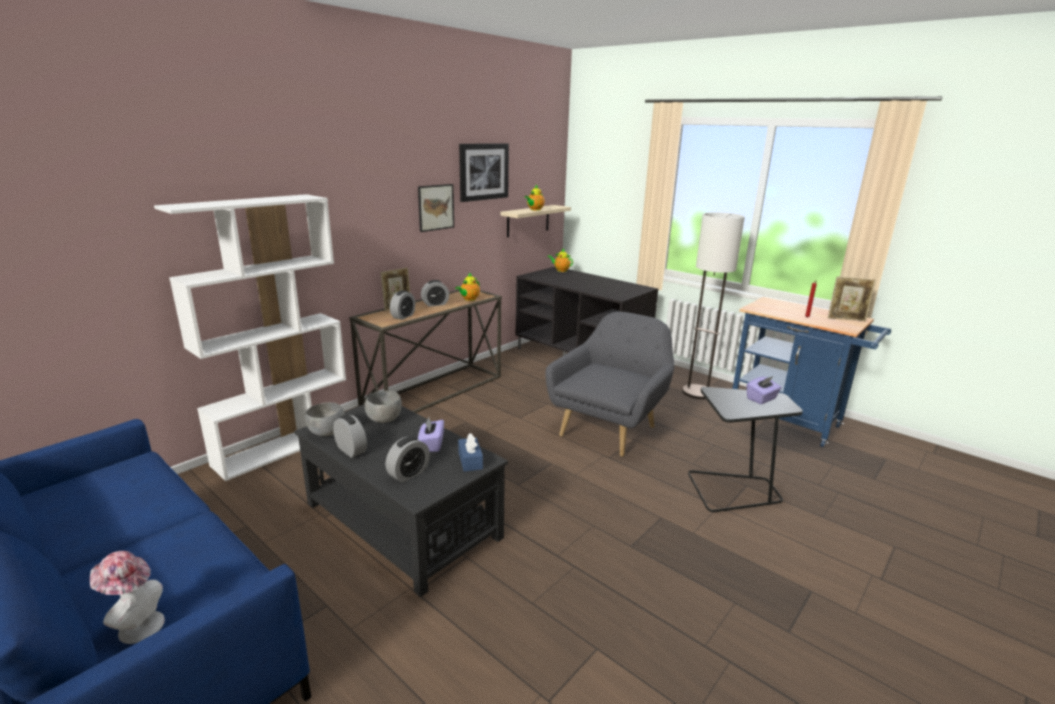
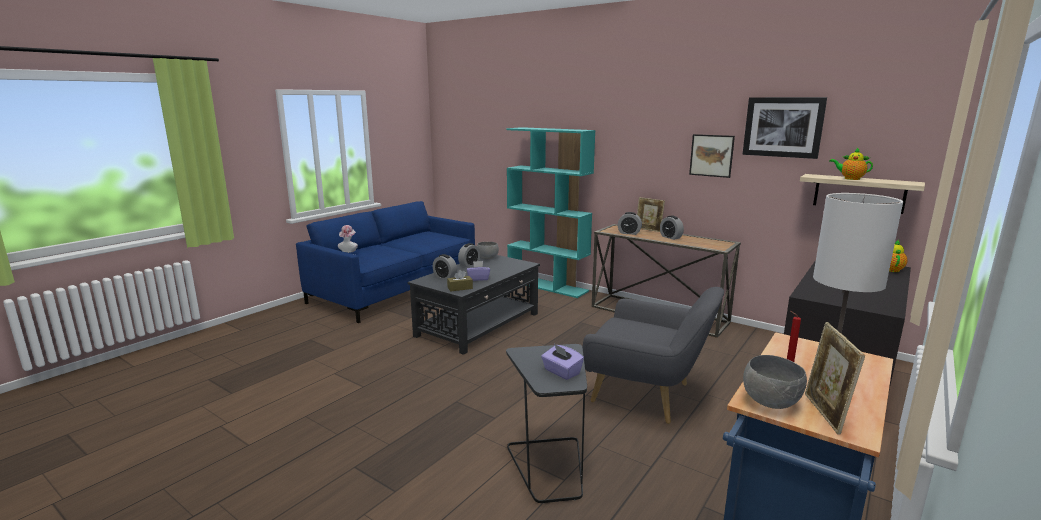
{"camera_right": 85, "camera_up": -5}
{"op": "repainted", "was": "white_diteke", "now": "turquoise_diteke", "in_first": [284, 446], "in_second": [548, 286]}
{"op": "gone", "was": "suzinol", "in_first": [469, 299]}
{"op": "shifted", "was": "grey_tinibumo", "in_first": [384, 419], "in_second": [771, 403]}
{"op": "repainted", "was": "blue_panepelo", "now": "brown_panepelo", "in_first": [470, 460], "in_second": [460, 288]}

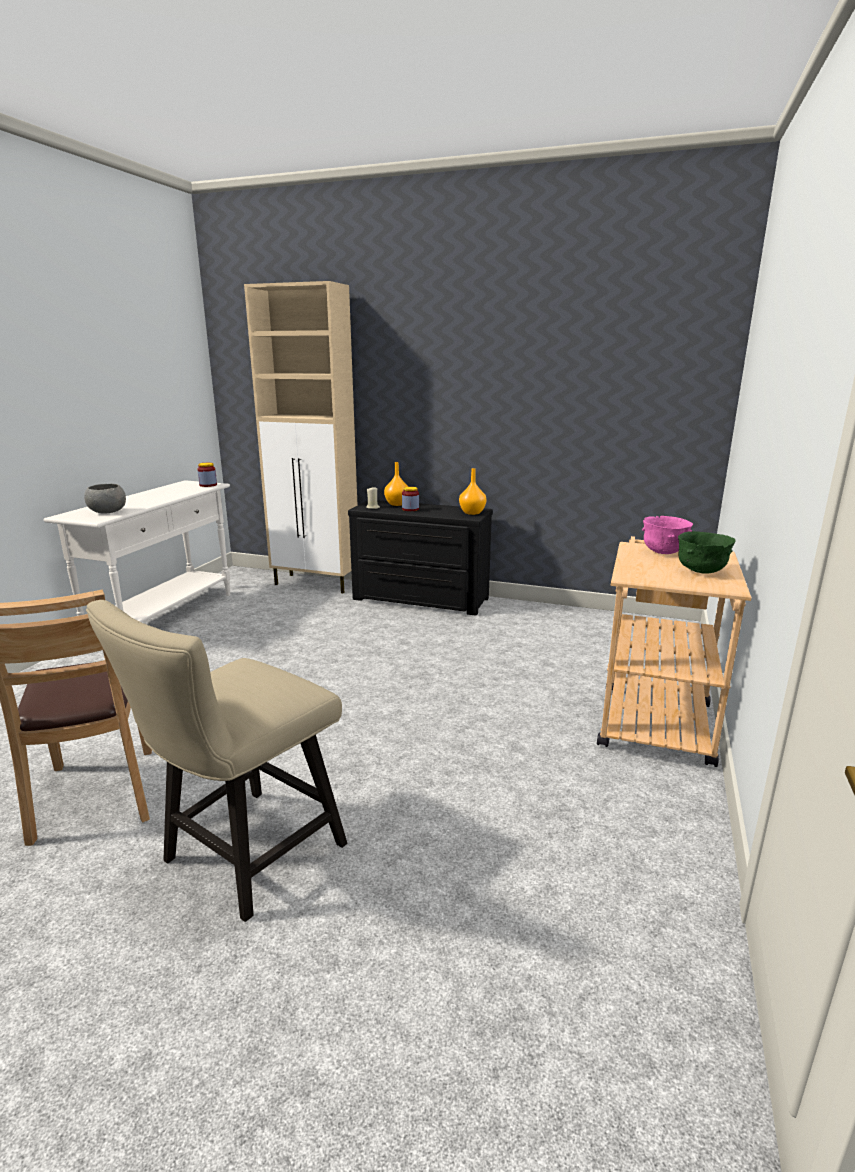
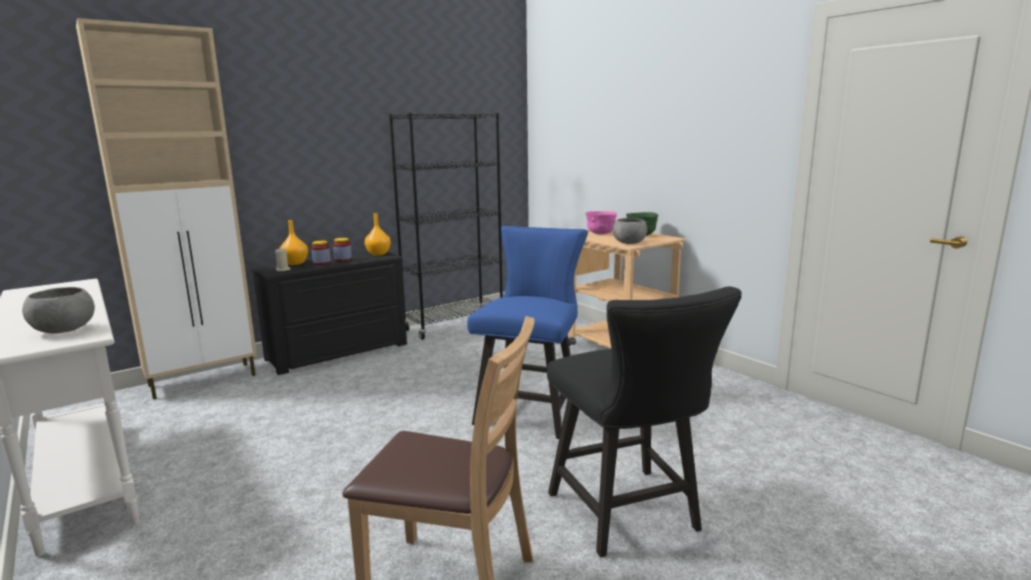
{"camera_right": -55, "camera_up": -5}
{"op": "shifted", "was": "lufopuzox", "in_first": [208, 485], "in_second": [343, 260]}
{"op": "repainted", "was": "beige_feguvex", "now": "black_feguvex", "in_first": [244, 858], "in_second": [629, 517]}
{"op": "new", "now": "black_diteke", "in_second": [454, 325]}
{"op": "new", "now": "grey_tinibumo", "in_second": [629, 243]}
{"op": "new", "now": "blue_feguvex", "in_second": [531, 410]}

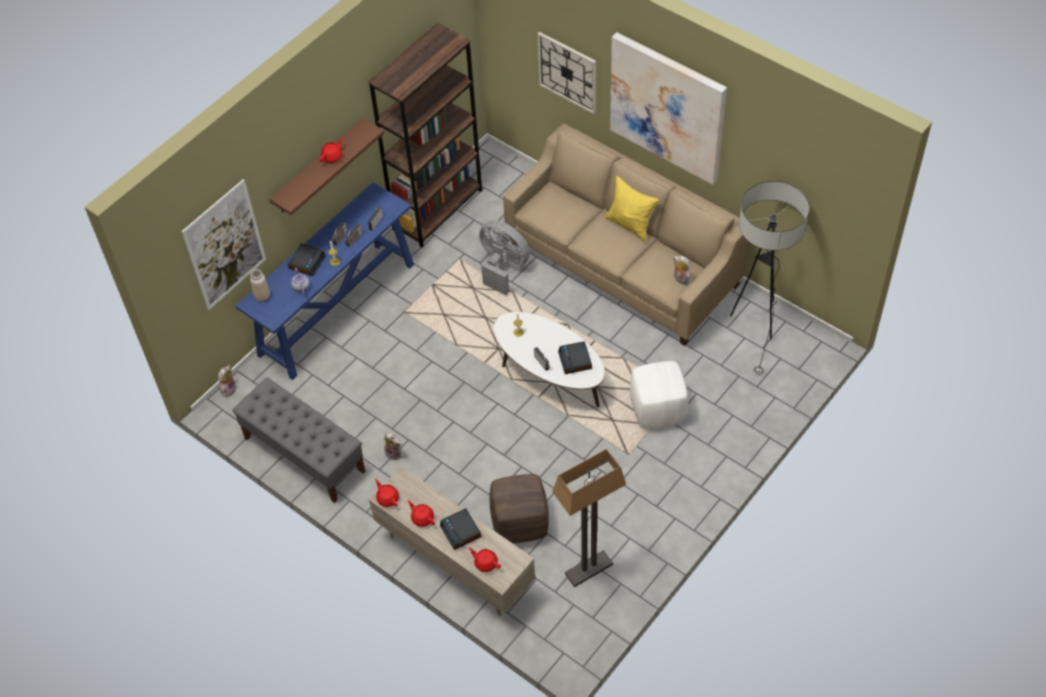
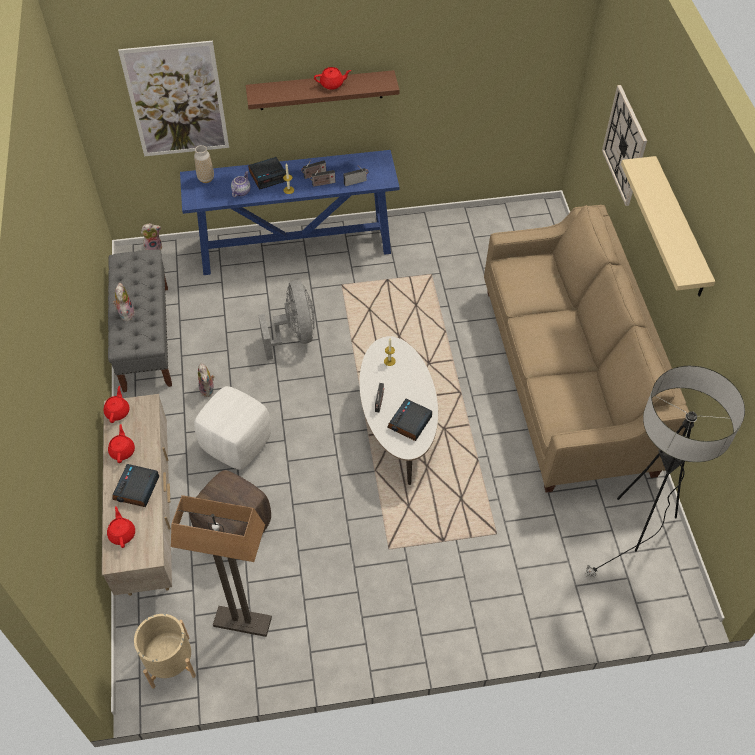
{"camera_right": 40, "camera_up": 0}
{"op": "gone", "was": "brown_diteke", "in_first": [438, 209]}
{"op": "swapped", "was": "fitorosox", "now": "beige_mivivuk", "in_first": [668, 107], "in_second": [679, 228]}
{"op": "gone", "was": "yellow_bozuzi", "in_first": [630, 225]}
{"op": "shifted", "was": "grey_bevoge", "in_first": [503, 268], "in_second": [294, 335]}
{"op": "shifted", "was": "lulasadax", "in_first": [680, 280], "in_second": [125, 313]}
{"op": "shifted", "was": "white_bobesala", "in_first": [658, 409], "in_second": [237, 444]}
{"op": "new", "now": "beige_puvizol", "in_second": [170, 662]}

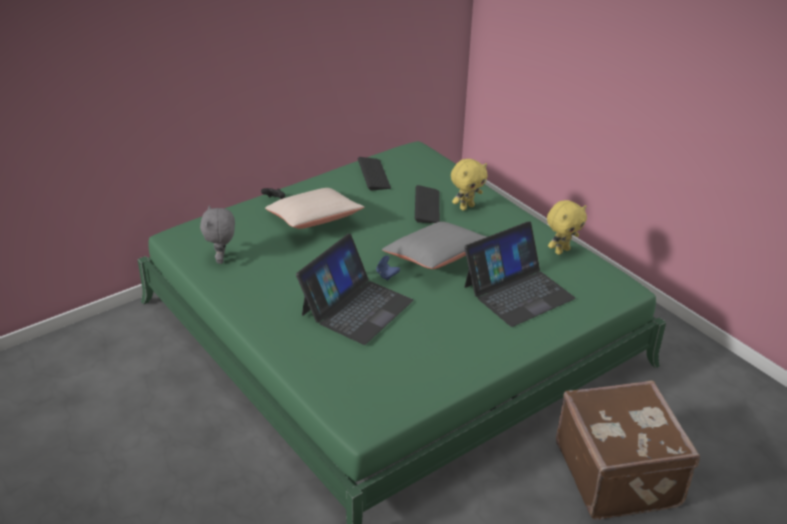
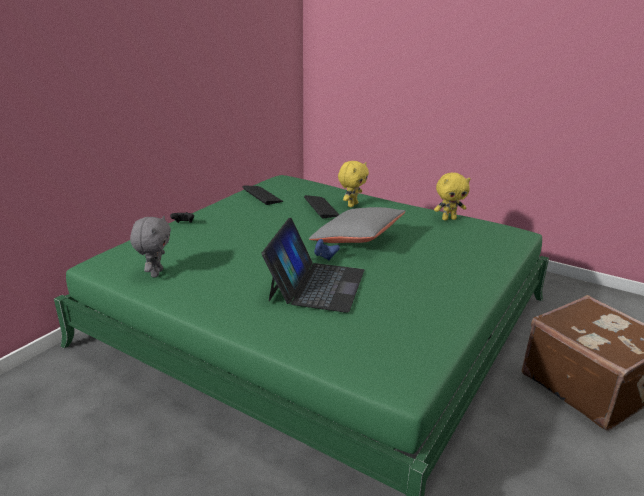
{"camera_right": -20, "camera_up": -10}
{"op": "gone", "was": "beige_bozuzi", "in_first": [314, 220]}
{"op": "rotated", "was": "yellow_lulasadax", "in_first": [561, 250], "in_second": [449, 219], "clockwise": 45}
{"op": "rotated", "was": "grey_lulasadax", "in_first": [222, 259], "in_second": [156, 273], "clockwise": -150}
{"op": "gone", "was": "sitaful", "in_first": [518, 292]}

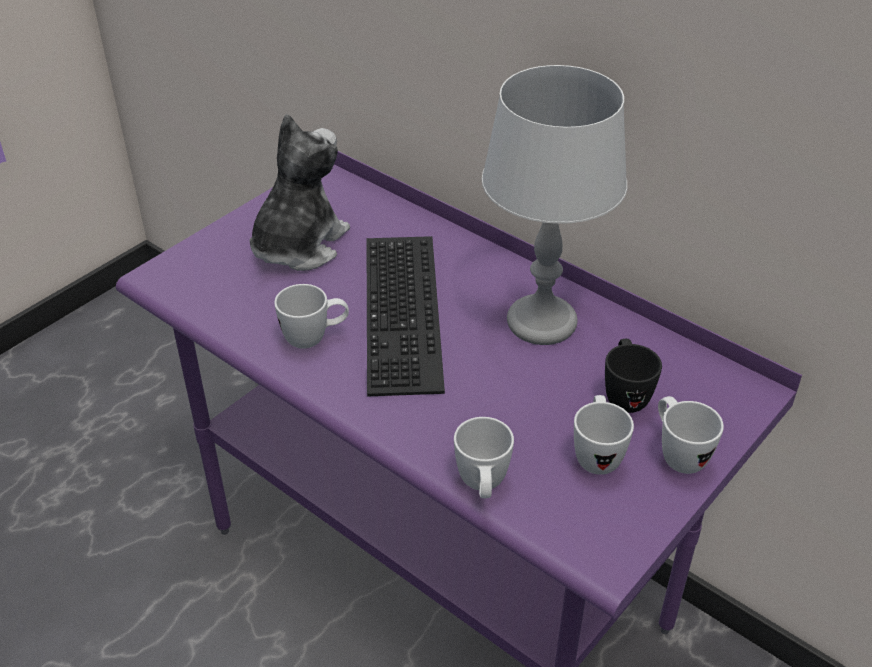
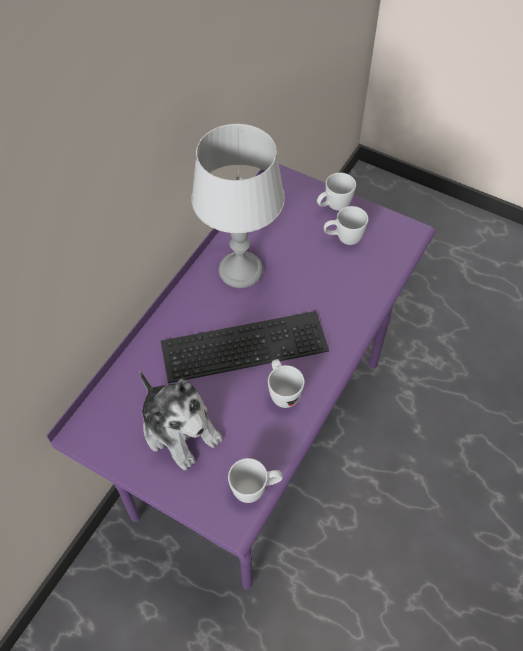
{"camera_right": -100, "camera_up": 15}
{"op": "rotated", "was": "lulasadax", "in_first": [298, 245], "in_second": [180, 428], "clockwise": -150}
{"op": "gone", "was": "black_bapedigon", "in_first": [625, 394]}
{"op": "shifted", "was": "white_bapedigon", "in_first": [482, 487], "in_second": [255, 489]}

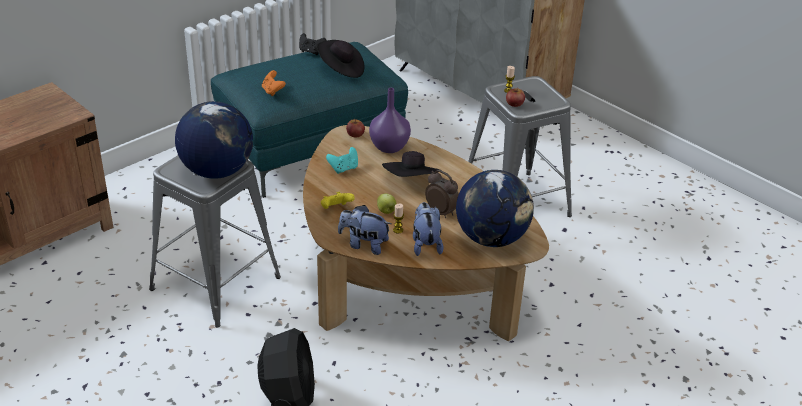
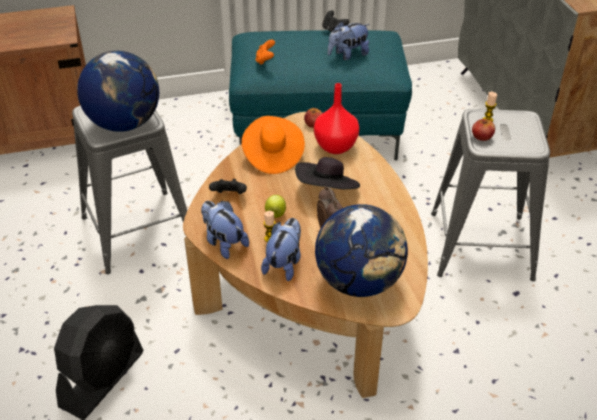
{"camera_right": 30, "camera_up": 5}
{"op": "swapped", "was": "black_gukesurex", "now": "lulasadax", "in_first": [341, 69], "in_second": [348, 55]}
{"op": "repainted", "was": "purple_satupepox", "now": "red_satupepox", "in_first": [390, 147], "in_second": [336, 146]}
{"op": "swapped", "was": "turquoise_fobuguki", "now": "orange_gukesurex", "in_first": [344, 169], "in_second": [272, 156]}
{"op": "repainted", "was": "yellow_fobuguki", "now": "black_fobuguki", "in_first": [336, 209], "in_second": [229, 196]}

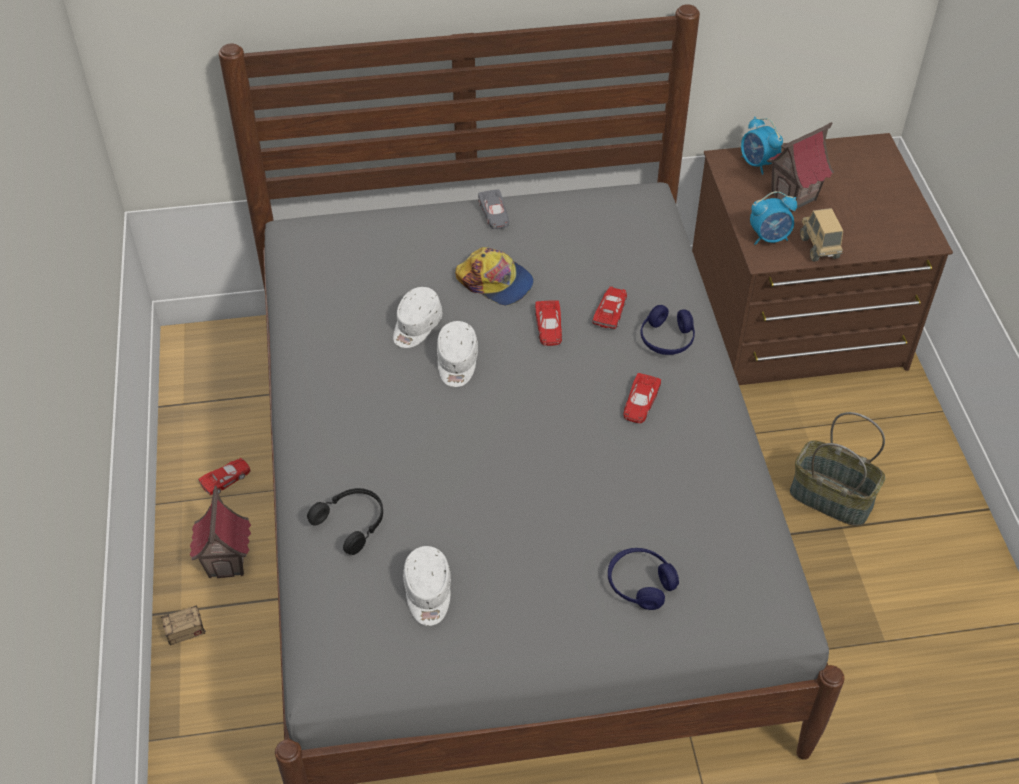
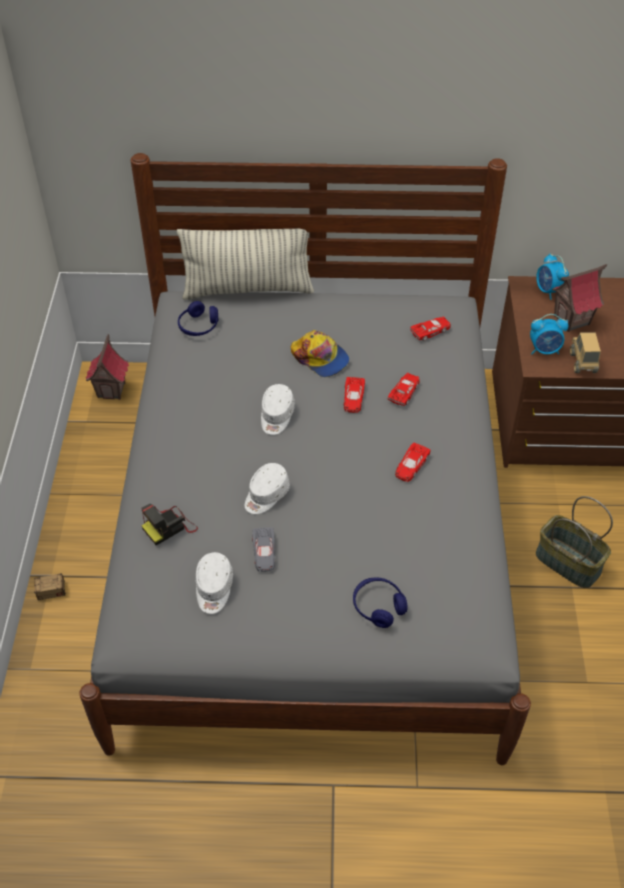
{"camera_right": 10, "camera_up": 0}
{"op": "shifted", "was": "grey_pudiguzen", "in_first": [494, 213], "in_second": [264, 552]}
{"op": "shifted", "was": "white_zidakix", "in_first": [416, 326], "in_second": [266, 495]}
{"op": "shifted", "was": "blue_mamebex", "in_first": [666, 339], "in_second": [198, 326]}
{"op": "shifted", "was": "red_pudiguzen", "in_first": [226, 479], "in_second": [431, 331]}
{"op": "shifted", "was": "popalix", "in_first": [227, 562], "in_second": [112, 390]}
{"op": "swapped", "was": "black_mamebex", "now": "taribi", "in_first": [352, 522], "in_second": [169, 527]}
{"op": "new", "now": "bozuzi", "in_second": [248, 289]}

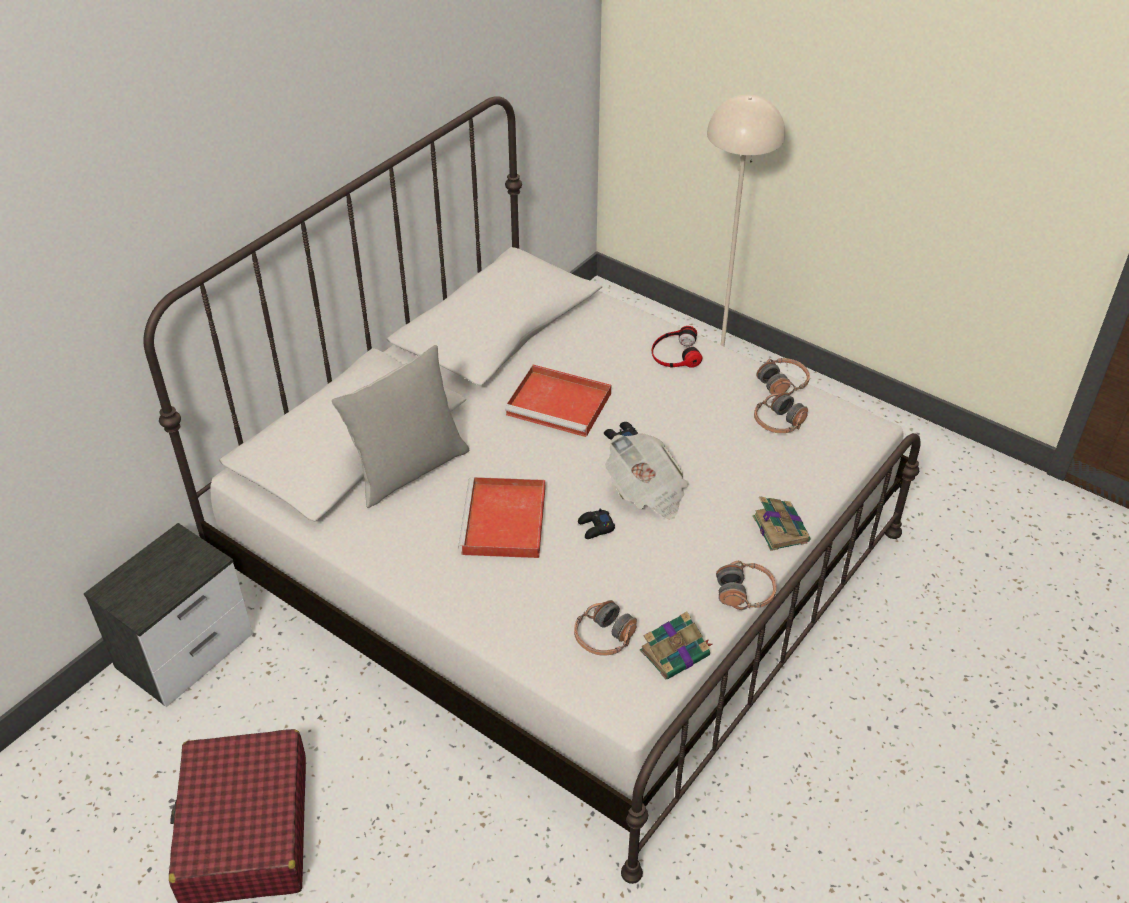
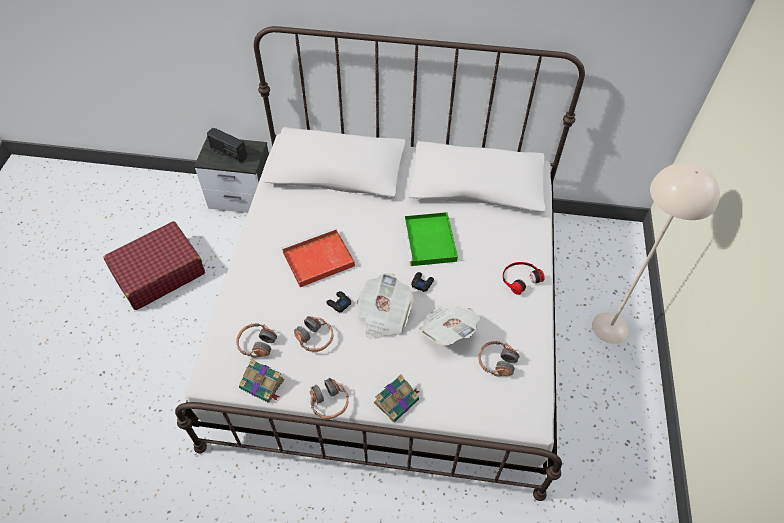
{"camera_right": 60, "camera_up": 10}
{"op": "gone", "was": "grey_bozuzi", "in_first": [408, 470]}
{"op": "shifted", "was": "mamebex", "in_first": [783, 383], "in_second": [315, 338]}
{"op": "repainted", "was": "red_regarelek", "now": "green_regarelek", "in_first": [561, 404], "in_second": [429, 242]}
{"op": "new", "now": "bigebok", "in_second": [229, 153]}
{"op": "new", "now": "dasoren", "in_second": [447, 331]}

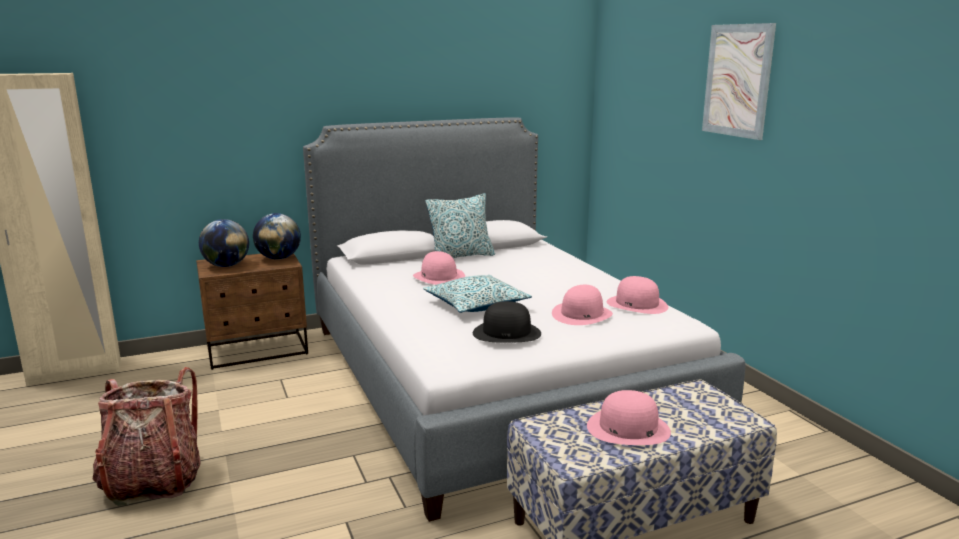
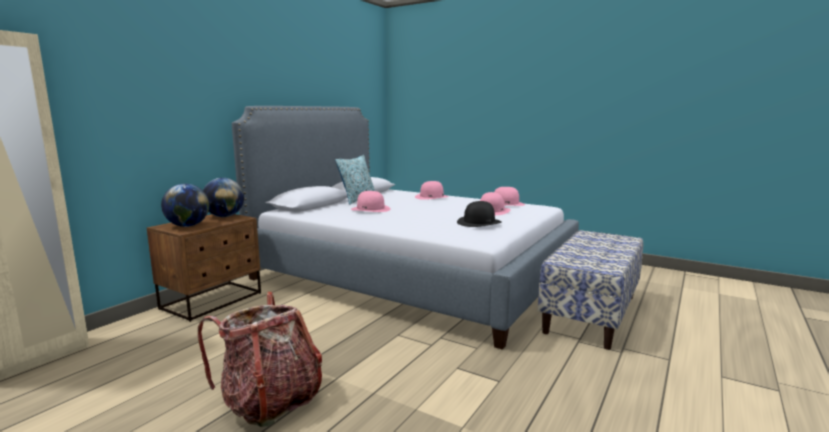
{"camera_right": -35, "camera_up": -5}
{"op": "gone", "was": "fitorosox", "in_first": [737, 80]}
{"op": "gone", "was": "bozuzi", "in_first": [476, 305]}
{"op": "shifted", "was": "pink_gukesurex", "in_first": [628, 428], "in_second": [431, 197]}

